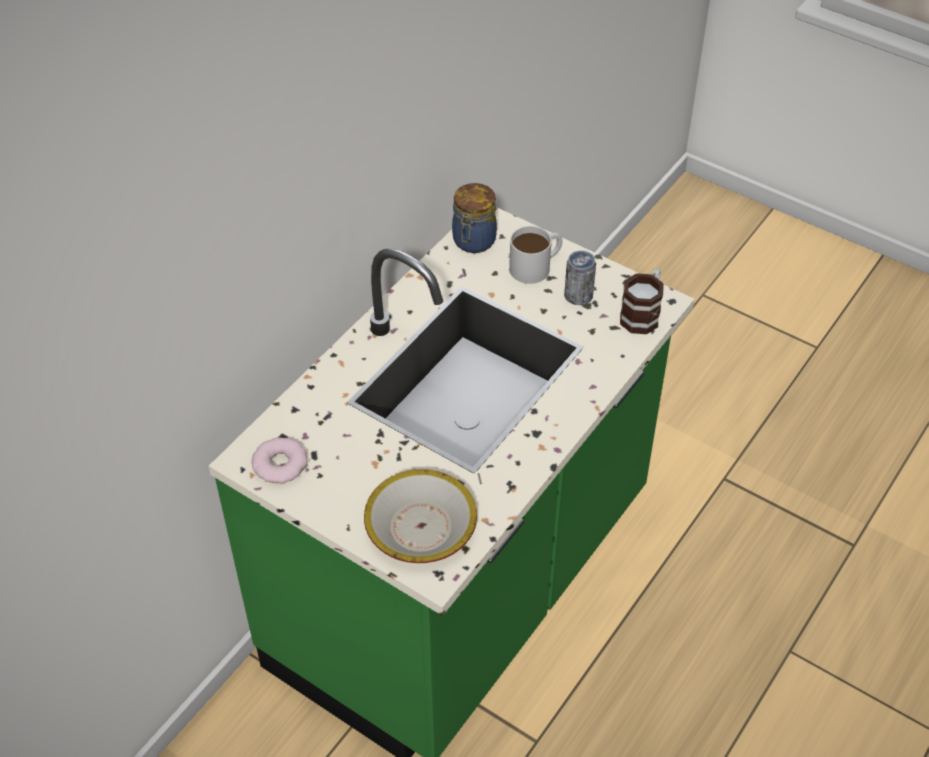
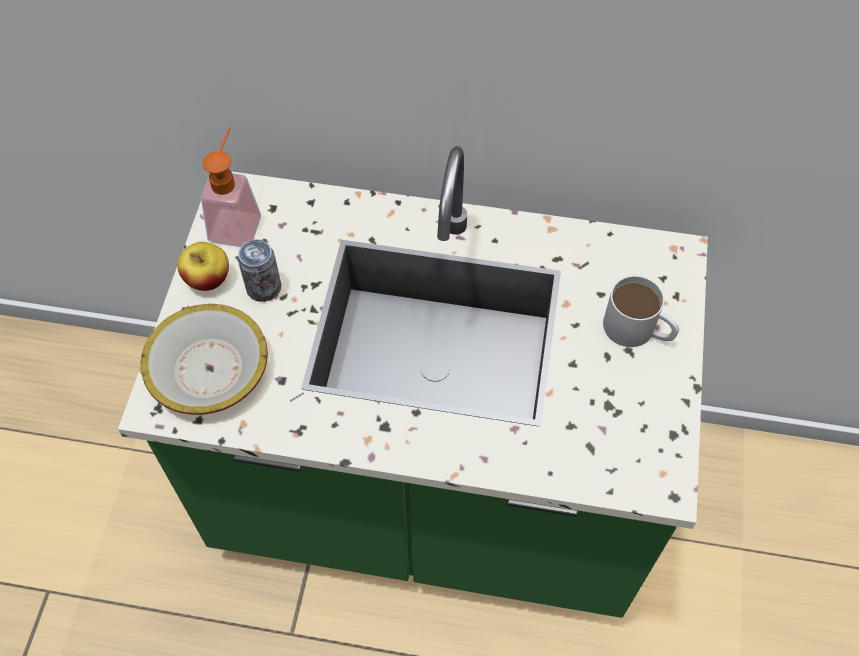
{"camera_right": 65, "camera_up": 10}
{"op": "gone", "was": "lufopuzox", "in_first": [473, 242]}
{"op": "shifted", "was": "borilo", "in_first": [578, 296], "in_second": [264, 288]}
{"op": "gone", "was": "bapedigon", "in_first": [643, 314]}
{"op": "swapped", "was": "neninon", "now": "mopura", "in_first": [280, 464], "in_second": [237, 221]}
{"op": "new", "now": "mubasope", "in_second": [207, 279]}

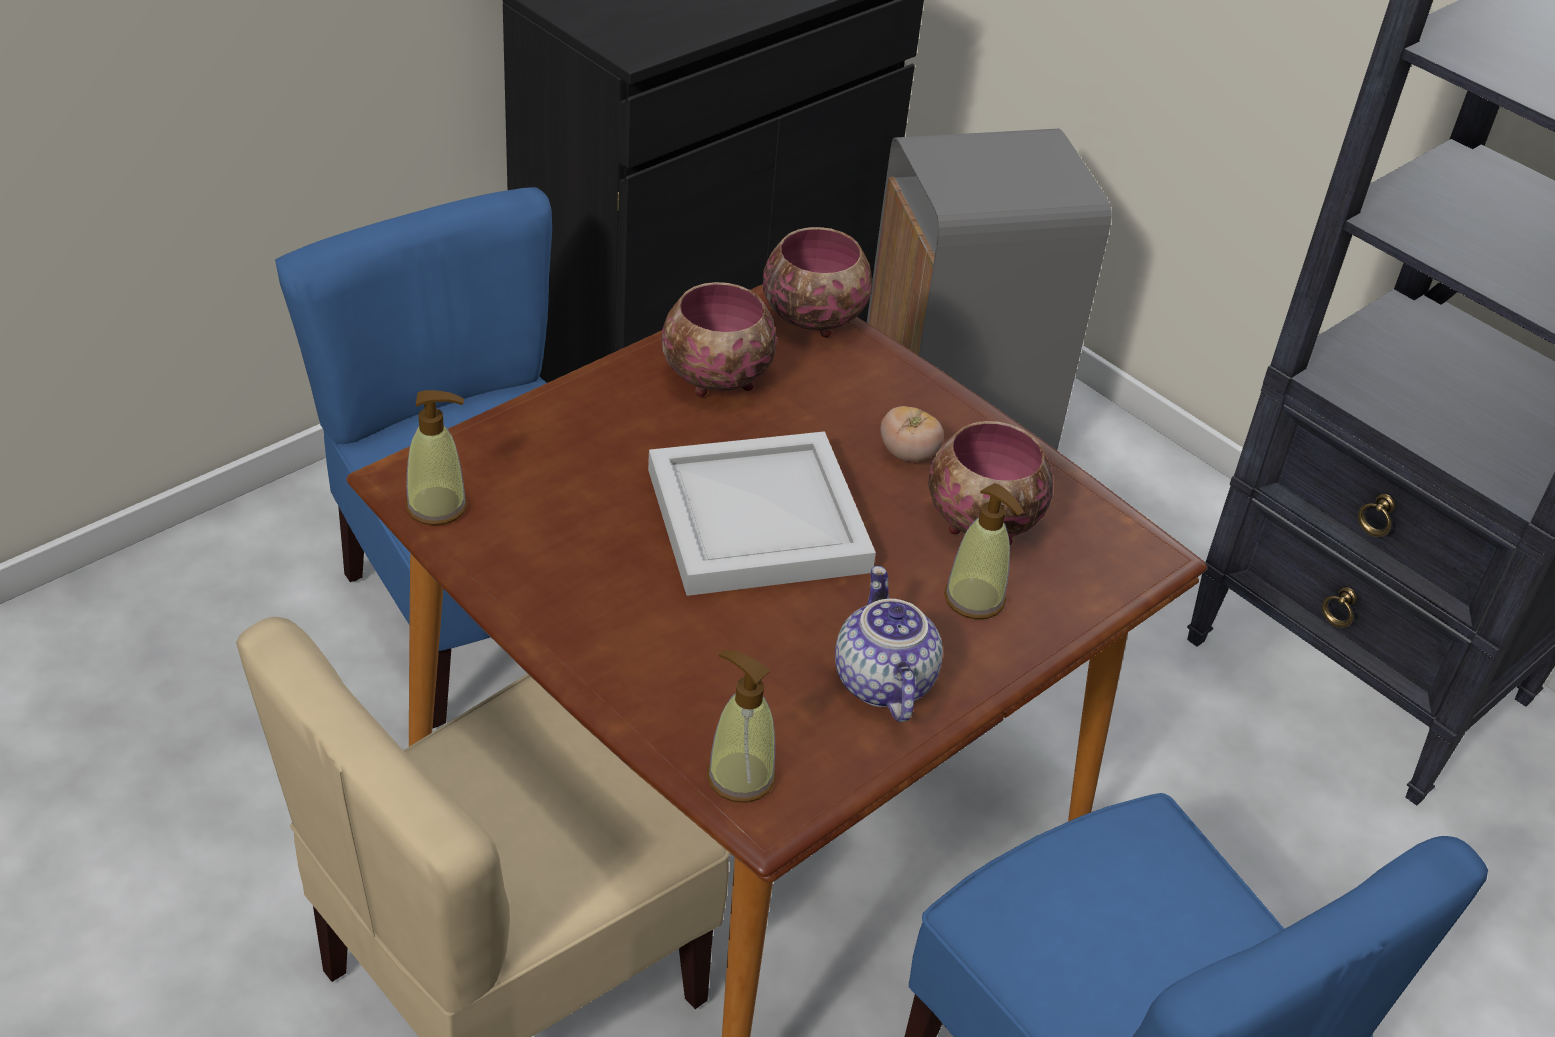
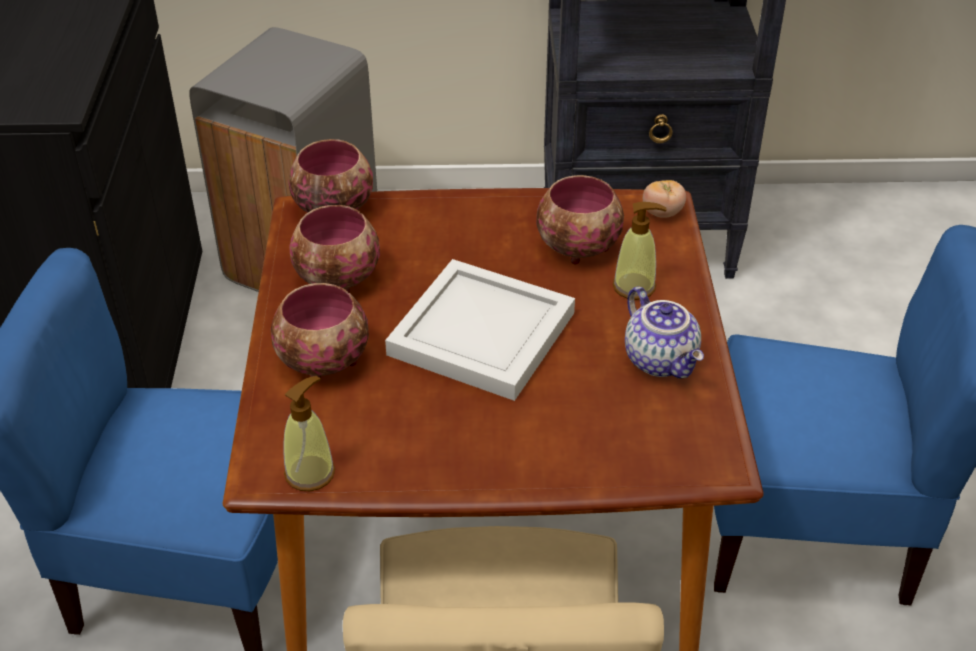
{"camera_right": -45, "camera_up": 0}
{"op": "shifted", "was": "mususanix", "in_first": [908, 454], "in_second": [662, 213]}
{"op": "rotated", "was": "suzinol", "in_first": [880, 681], "in_second": [662, 360], "clockwise": -150}
{"op": "gone", "was": "mopura", "in_first": [740, 776]}
{"op": "new", "now": "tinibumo", "in_second": [323, 363]}

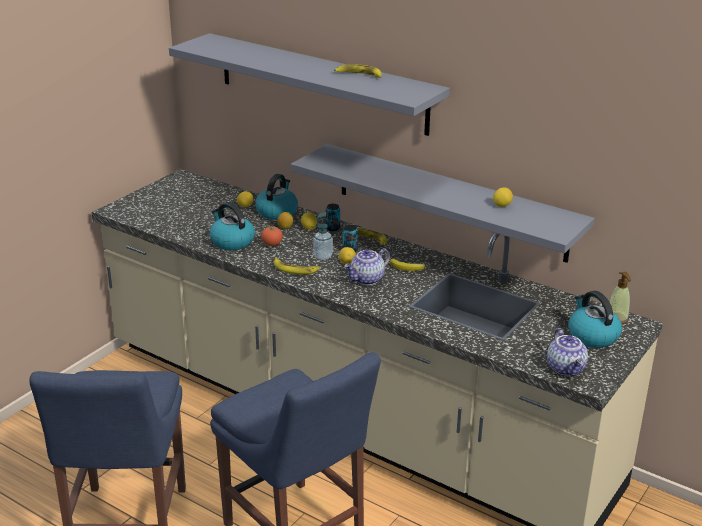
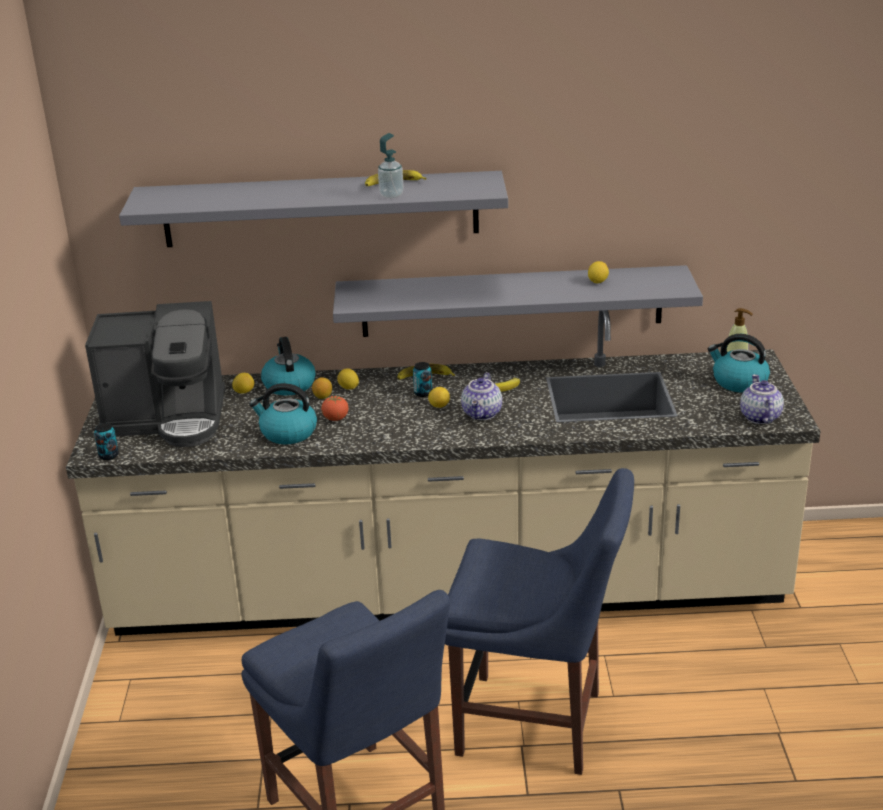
{"camera_right": -35, "camera_up": 0}
{"op": "shifted", "was": "borilo", "in_first": [332, 228], "in_second": [108, 455]}
{"op": "shifted", "was": "mopura", "in_first": [323, 256], "in_second": [391, 195]}
{"op": "gone", "was": "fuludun", "in_first": [295, 269]}
{"op": "rotated", "was": "suzinol", "in_first": [566, 368], "in_second": [759, 417], "clockwise": -135}
{"op": "new", "now": "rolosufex", "in_second": [168, 419]}

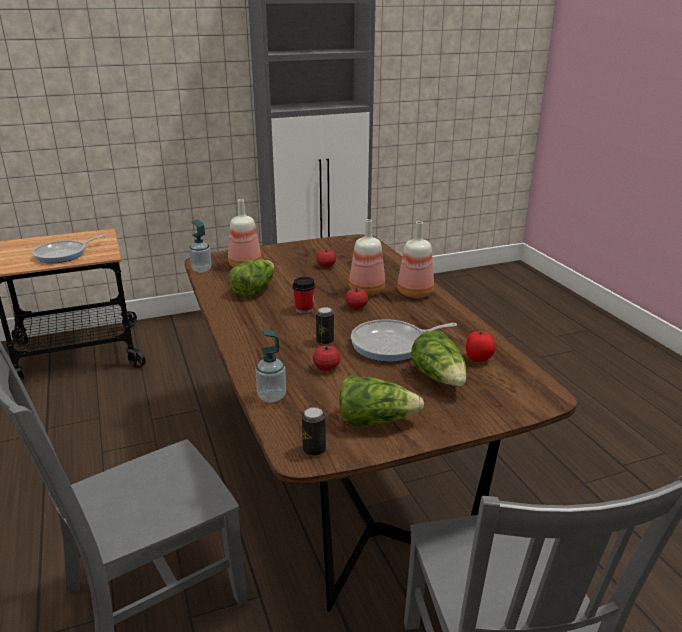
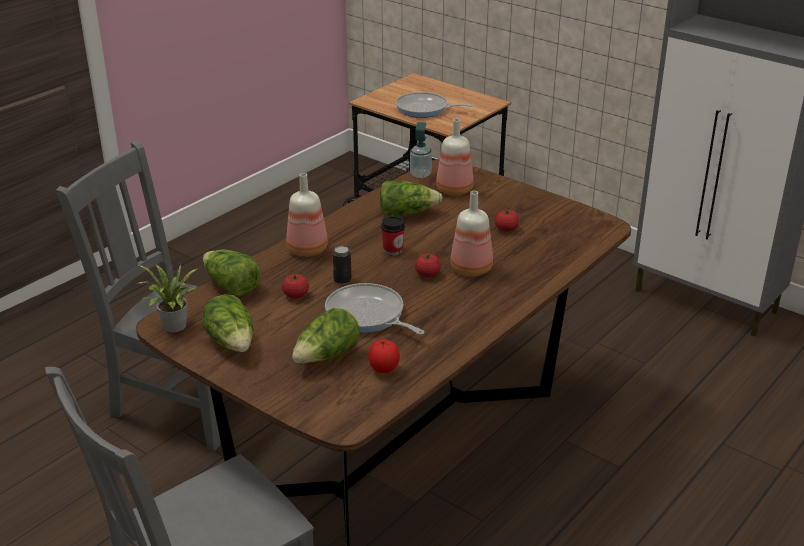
{"camera_right": 60, "camera_up": 5}
{"op": "shifted", "was": "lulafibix", "in_first": [413, 293], "in_second": [306, 249]}
{"op": "swapped", "was": "mopura", "now": "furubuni", "in_first": [271, 396], "in_second": [231, 286]}
{"op": "swapped", "was": "borilo", "now": "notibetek", "in_first": [314, 449], "in_second": [173, 327]}

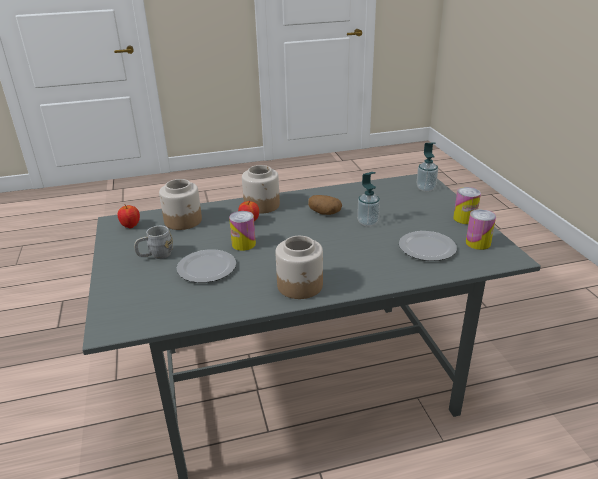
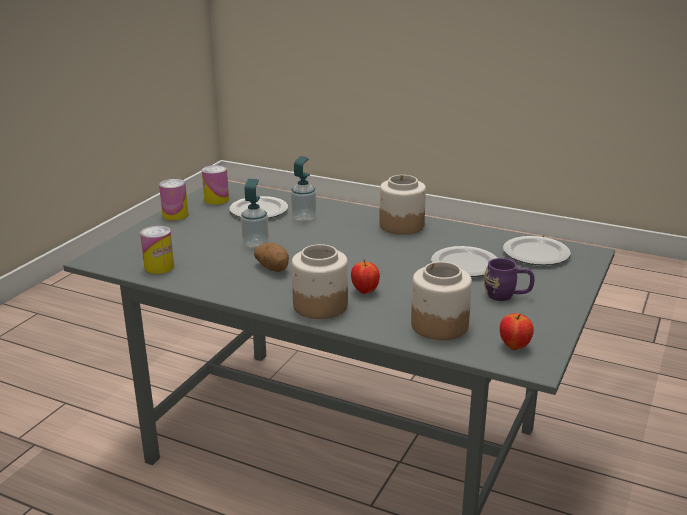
{"camera_right": -140, "camera_up": -5}
{"op": "shifted", "was": "mopura", "in_first": [425, 188], "in_second": [304, 218]}
{"op": "shifted", "was": "borilo", "in_first": [243, 244], "in_second": [159, 267]}
{"op": "repainted", "was": "grey_bapedigon", "now": "purple_bapedigon", "in_first": [156, 255], "in_second": [507, 295]}
{"op": "new", "now": "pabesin", "in_second": [536, 253]}

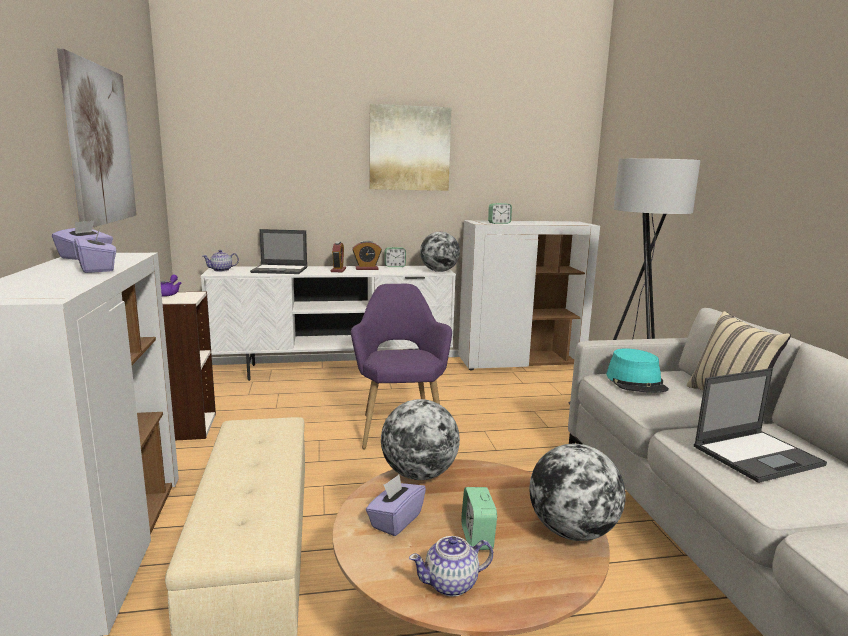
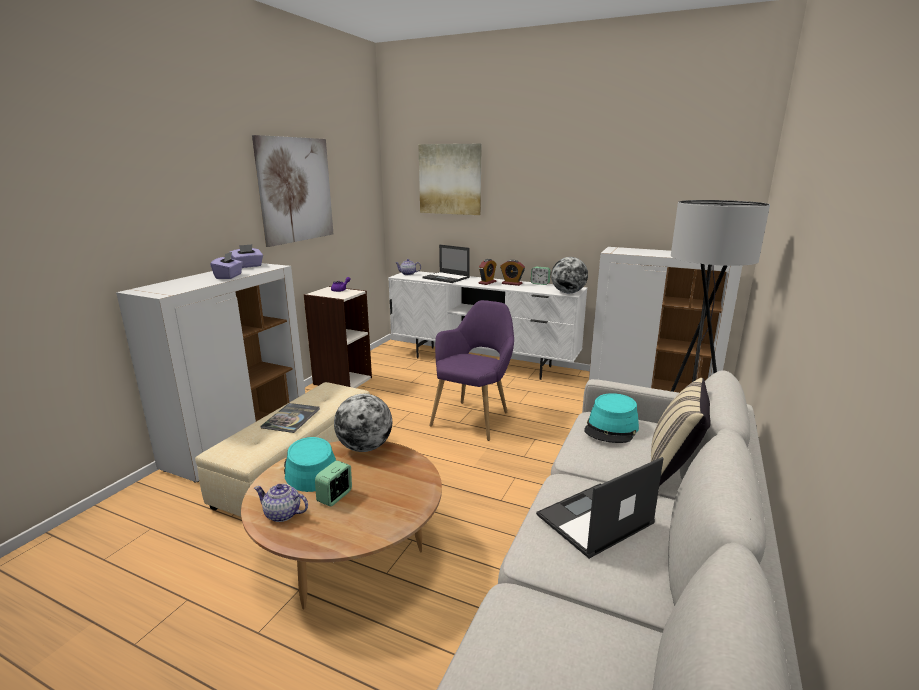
{"camera_right": 35, "camera_up": 5}
{"op": "shifted", "was": "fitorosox", "in_first": [409, 148], "in_second": [450, 179]}
{"op": "gone", "was": "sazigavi", "in_first": [499, 223]}
{"op": "rotated", "was": "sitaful", "in_first": [758, 455], "in_second": [594, 520], "clockwise": 135}
{"op": "gone", "was": "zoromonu", "in_first": [572, 531]}
{"op": "swapped", "was": "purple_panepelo", "now": "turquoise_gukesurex", "in_first": [395, 520], "in_second": [310, 469]}
{"op": "new", "now": "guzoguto", "in_second": [291, 418]}

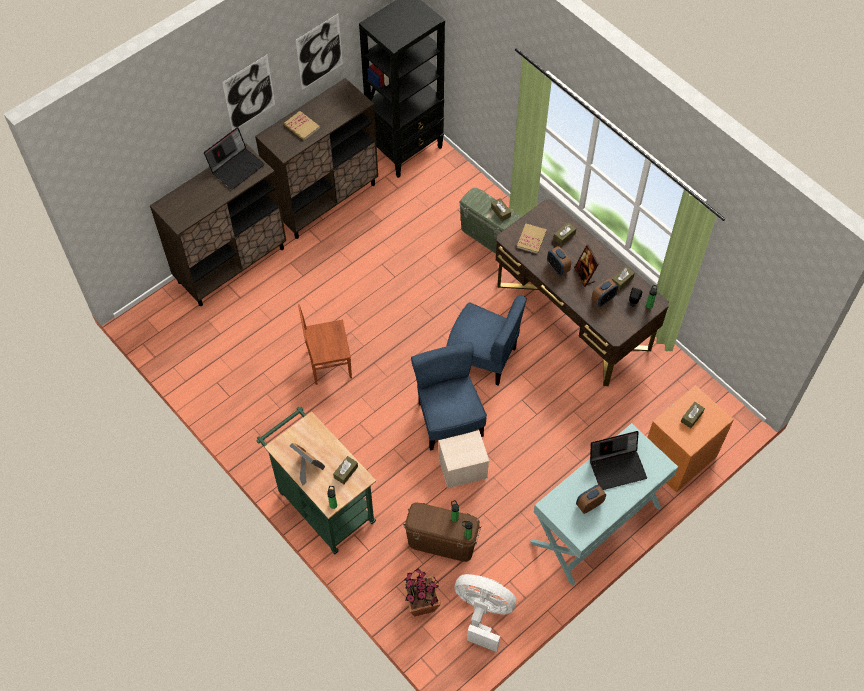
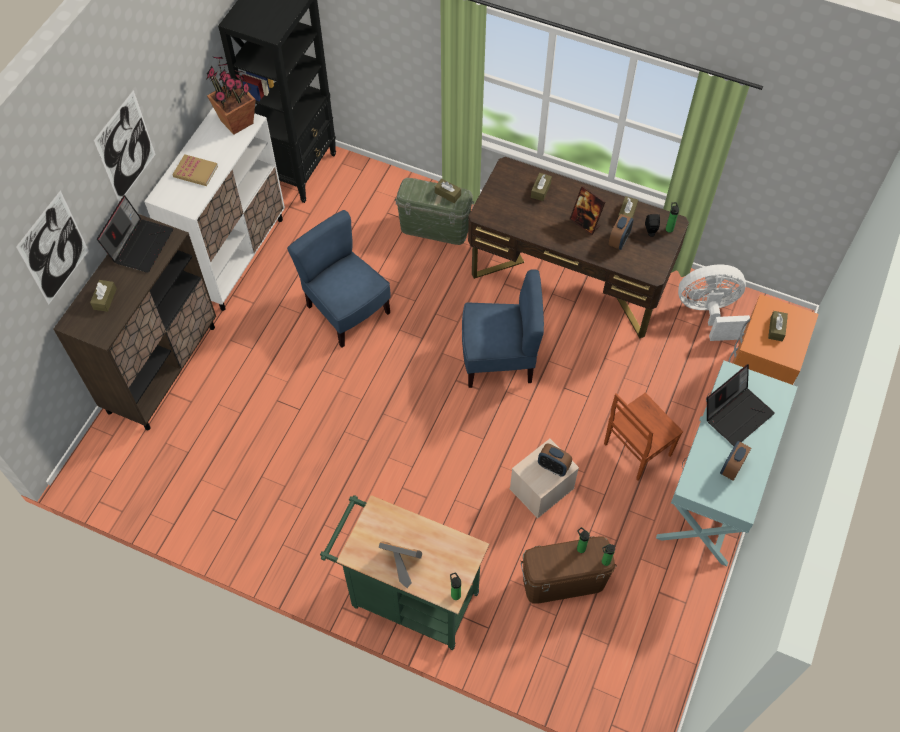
{"camera_right": -25, "camera_up": 0}
{"op": "shifted", "was": "fitorosox", "in_first": [319, 52], "in_second": [54, 248]}
{"op": "repainted", "was": "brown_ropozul", "now": "white_ropozul", "in_first": [325, 200], "in_second": [234, 256]}
{"op": "gone", "was": "guzoguto", "in_first": [531, 239]}
{"op": "shifted", "was": "sazigavi", "in_first": [557, 268], "in_second": [553, 467]}
{"op": "shifted", "was": "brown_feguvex", "in_first": [329, 363], "in_second": [636, 449]}
{"op": "shifted", "was": "blue_feguvex", "in_first": [449, 420], "in_second": [347, 311]}
{"op": "shifted", "was": "brown_panepelo", "in_first": [346, 472], "in_second": [105, 299]}
{"op": "shifted", "was": "notibetek", "in_first": [422, 604], "in_second": [237, 122]}
{"op": "shifted", "was": "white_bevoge", "in_first": [483, 613], "in_second": [709, 313]}

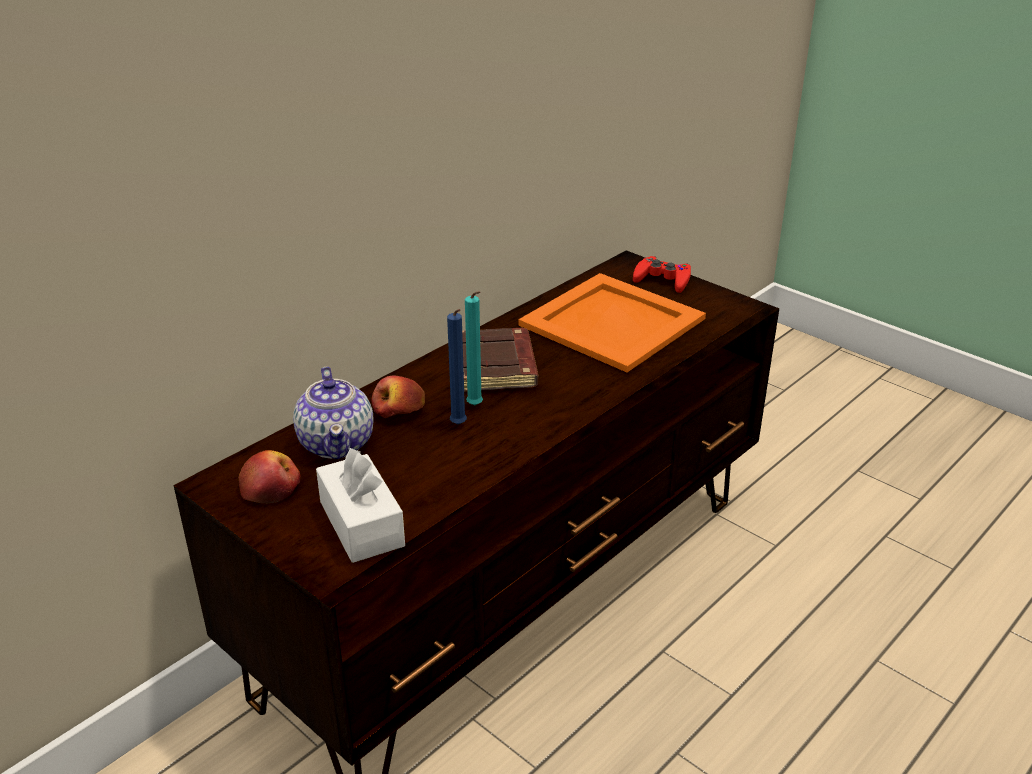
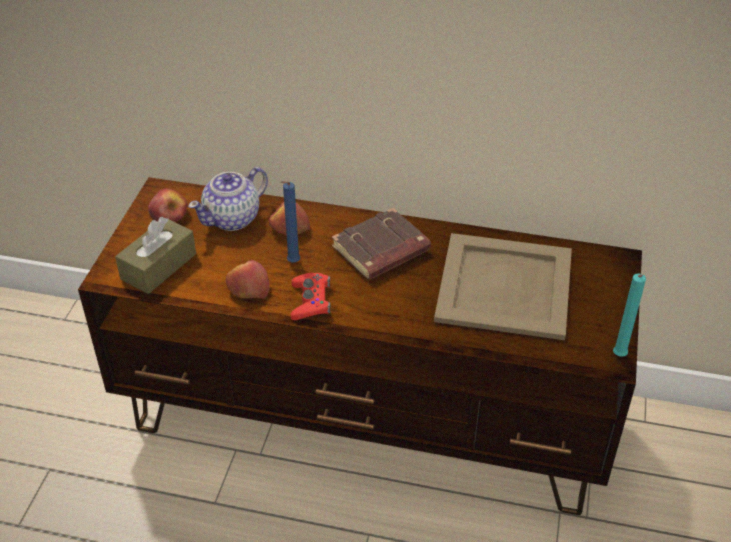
{"camera_right": 60, "camera_up": 10}
{"op": "shifted", "was": "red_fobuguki", "in_first": [662, 280], "in_second": [310, 301]}
{"op": "repainted", "was": "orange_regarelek", "now": "beige_regarelek", "in_first": [612, 323], "in_second": [503, 287]}
{"op": "shifted", "was": "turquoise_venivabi", "in_first": [476, 407], "in_second": [618, 357]}
{"op": "repainted", "was": "white_panepelo", "now": "brown_panepelo", "in_first": [361, 524], "in_second": [158, 266]}
{"op": "new", "now": "mubasope", "in_second": [248, 288]}

